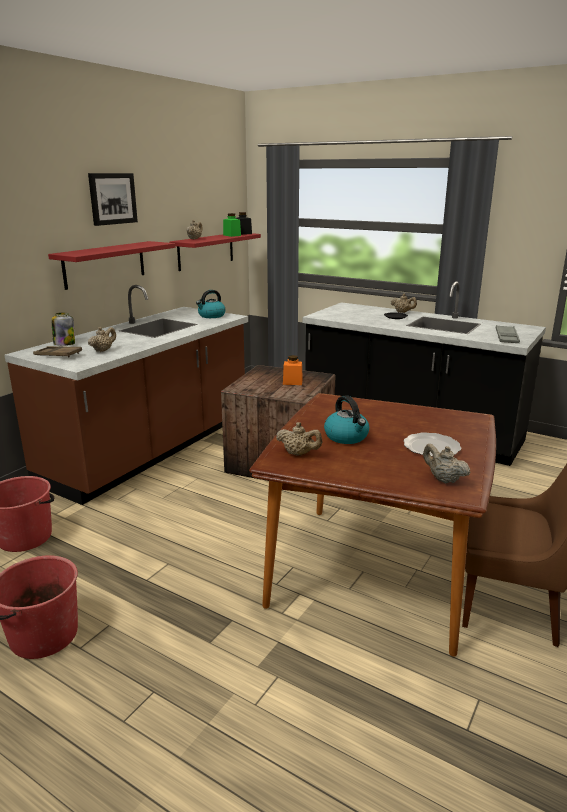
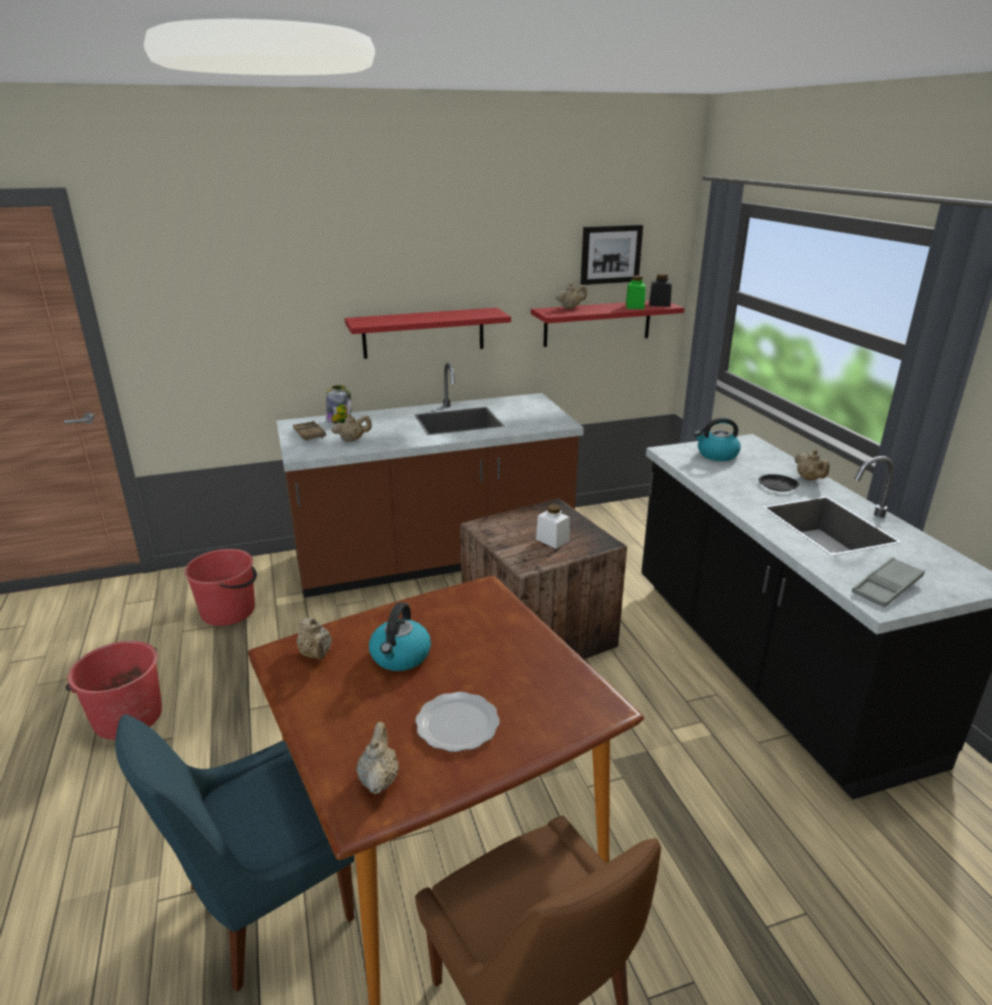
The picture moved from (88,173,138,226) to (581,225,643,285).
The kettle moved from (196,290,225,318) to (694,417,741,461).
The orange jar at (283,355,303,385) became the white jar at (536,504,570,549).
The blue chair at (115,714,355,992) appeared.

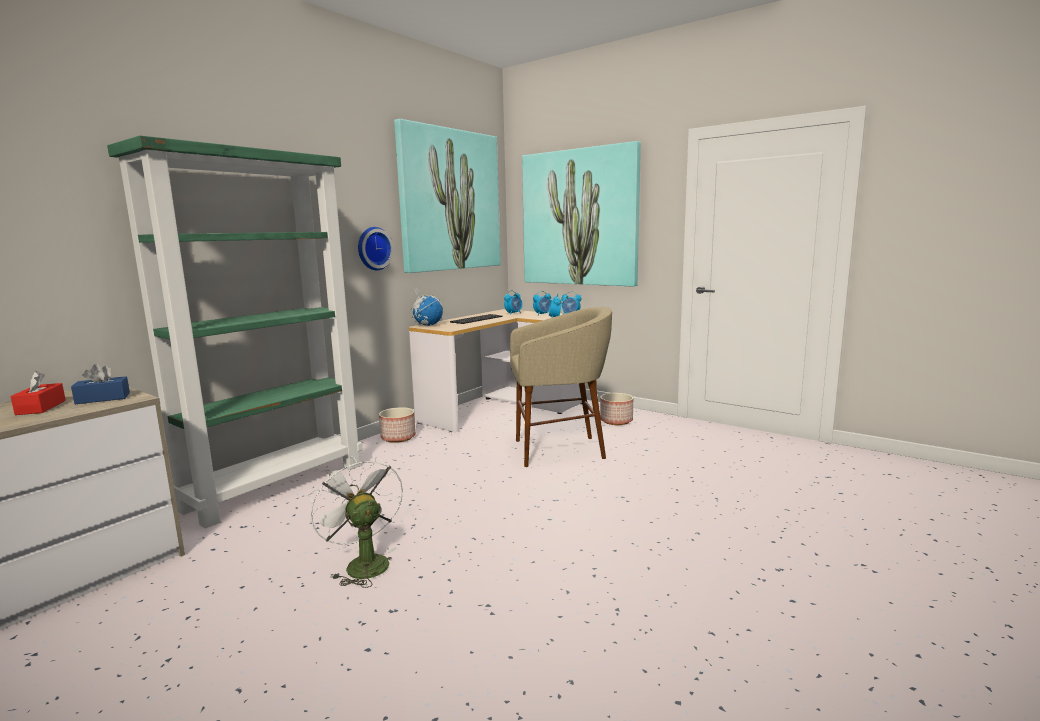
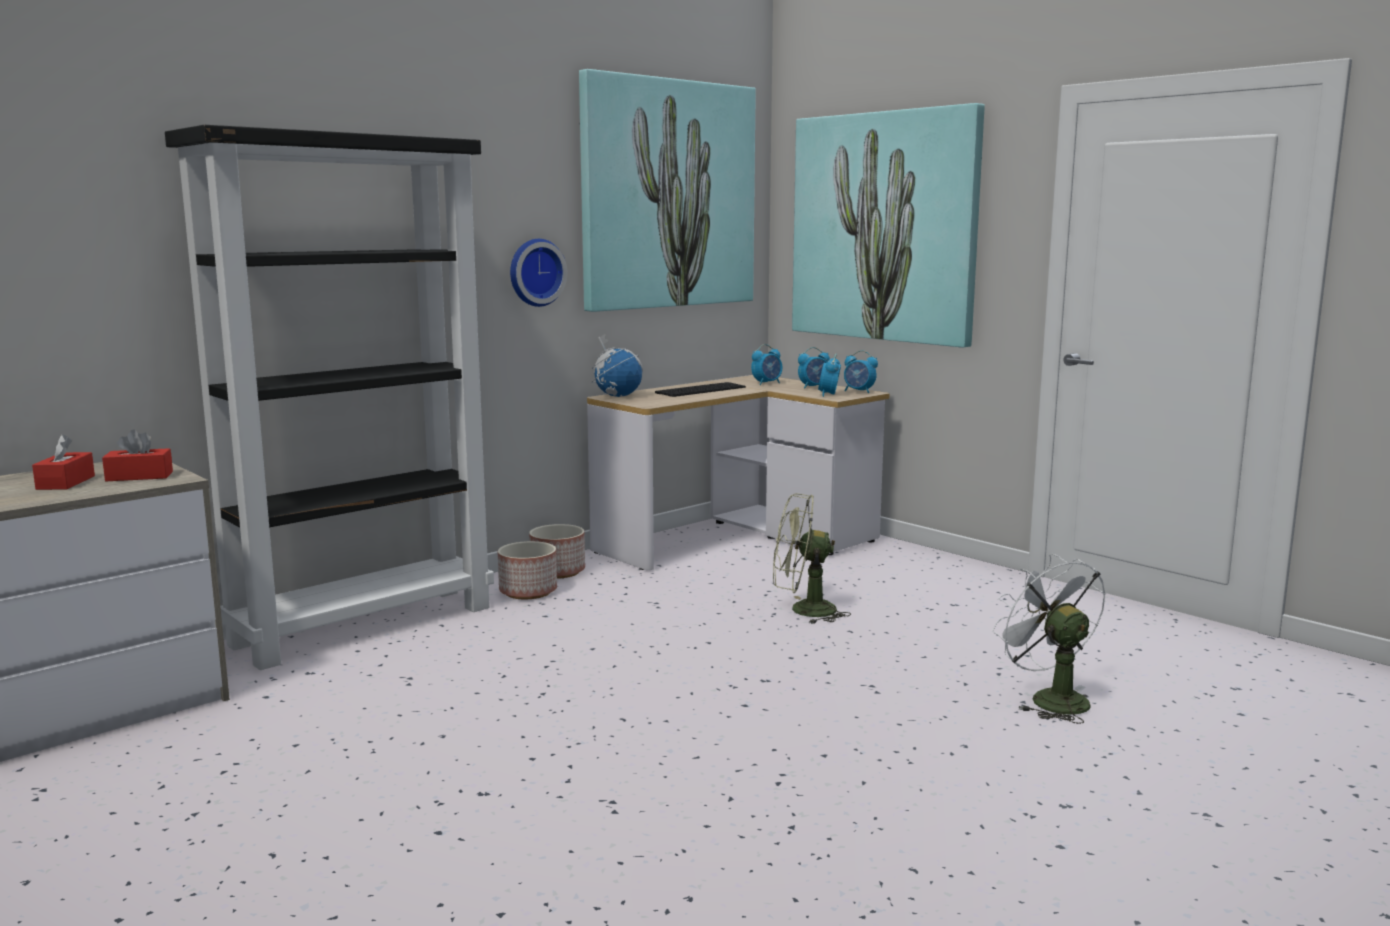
The blue tissue box at (71,364,130,404) became the red tissue box at (102,430,173,481).
The green bookcase at (107,136,363,528) became the black bookcase at (165,125,494,670).
The white fan moved from (308,456,403,588) to (992,554,1106,724).
The beige stool at (510,307,612,467) was replaced by the green fan at (773,493,851,624).
The planter moved from (600,393,633,425) to (498,541,557,599).

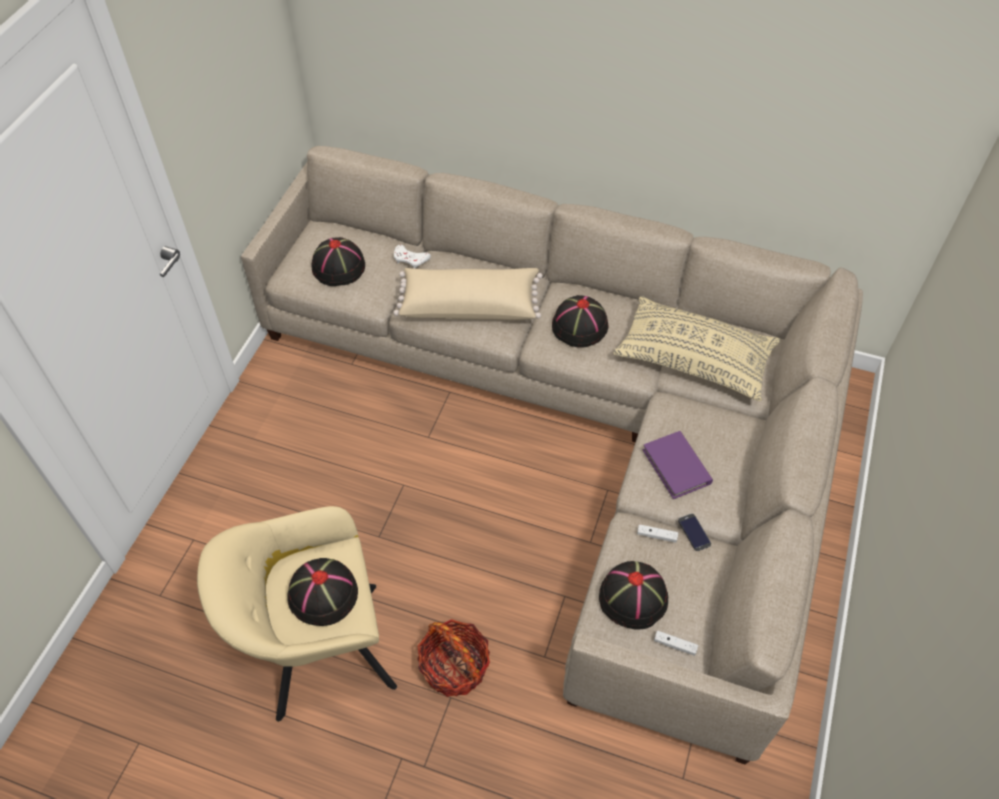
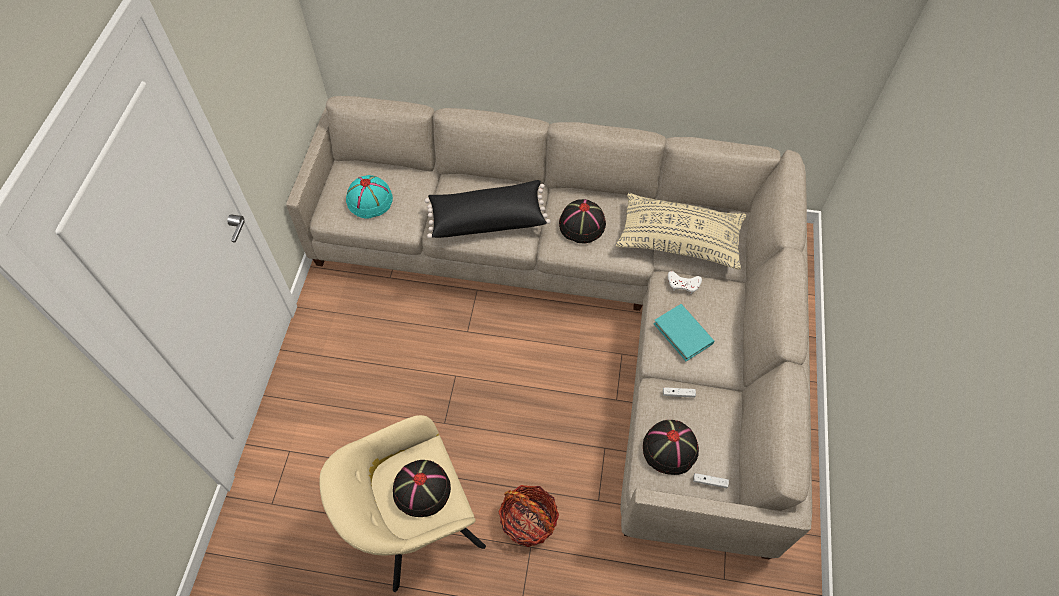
The black hat at (311,237,365,286) became the turquoise hat at (346,175,393,219).
The beige pillow at (393,268,543,320) became the black pillow at (425,180,551,239).
The white game controller moved from (394,245,431,269) to (668,271,702,294).
The purple book at (643,431,713,499) became the turquoise book at (654,304,714,361).
The phone at (678,514,711,551) disappeared.

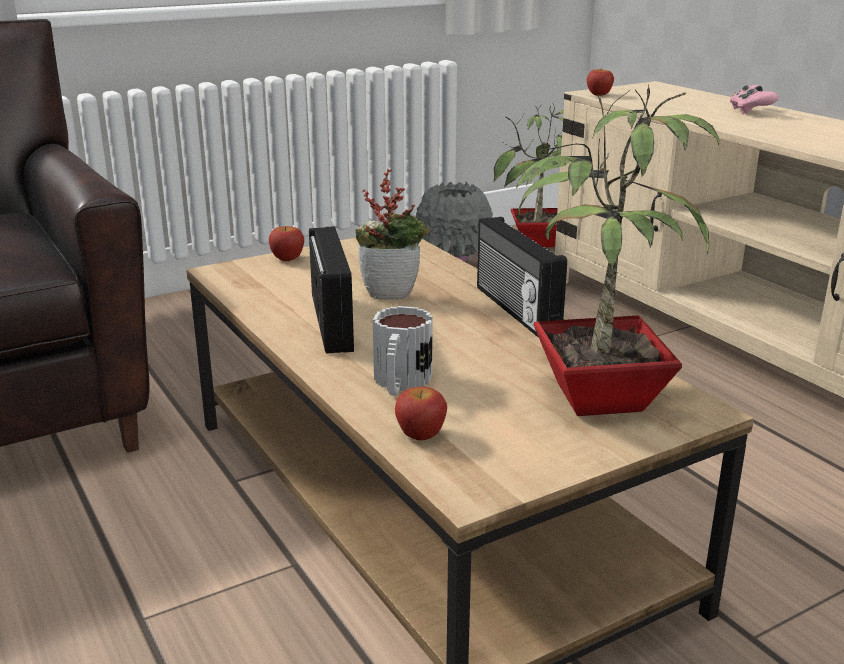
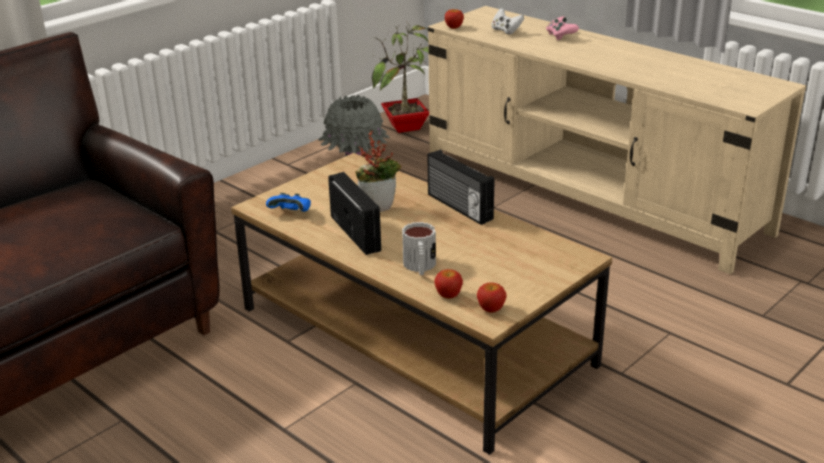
The apple moved from (269,226,304,261) to (477,283,507,313).
The potted plant at (516,84,720,416) disappeared.
The blue game controller at (266,193,311,212) appeared.
The white game controller at (492,8,524,35) appeared.

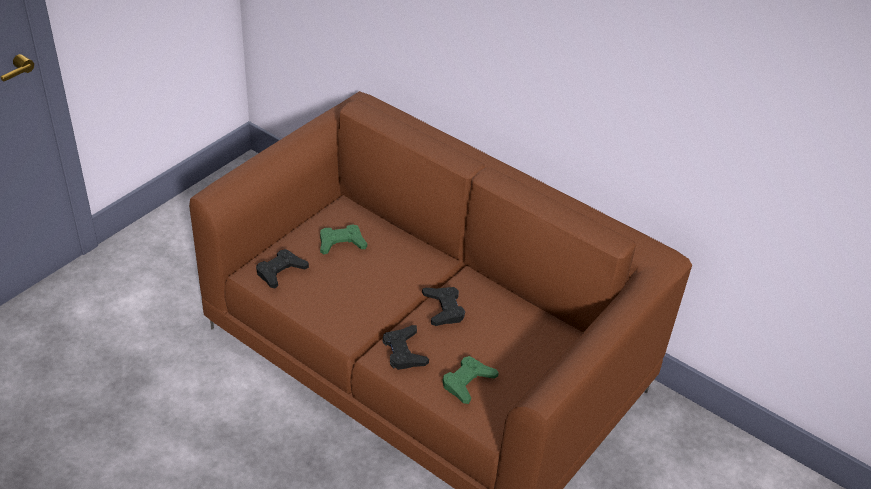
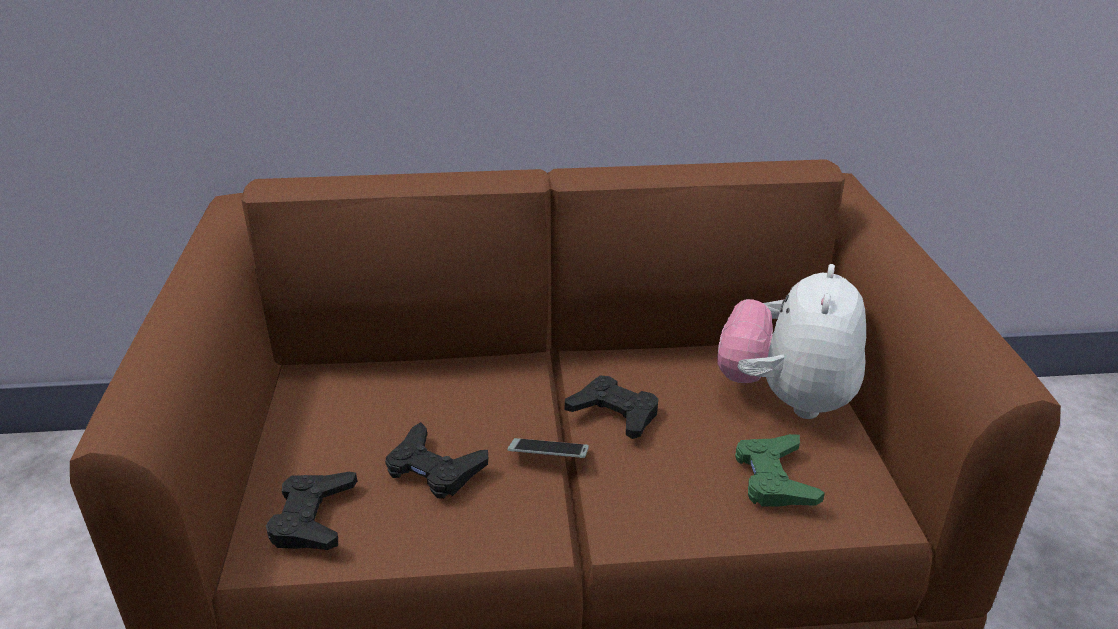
The green game controller at (320,224,367,255) disappeared.
The black game controller moved from (383,325,429,370) to (385,422,488,499).
The phone at (507,438,589,458) appeared.
The plush toy at (717,264,866,419) appeared.

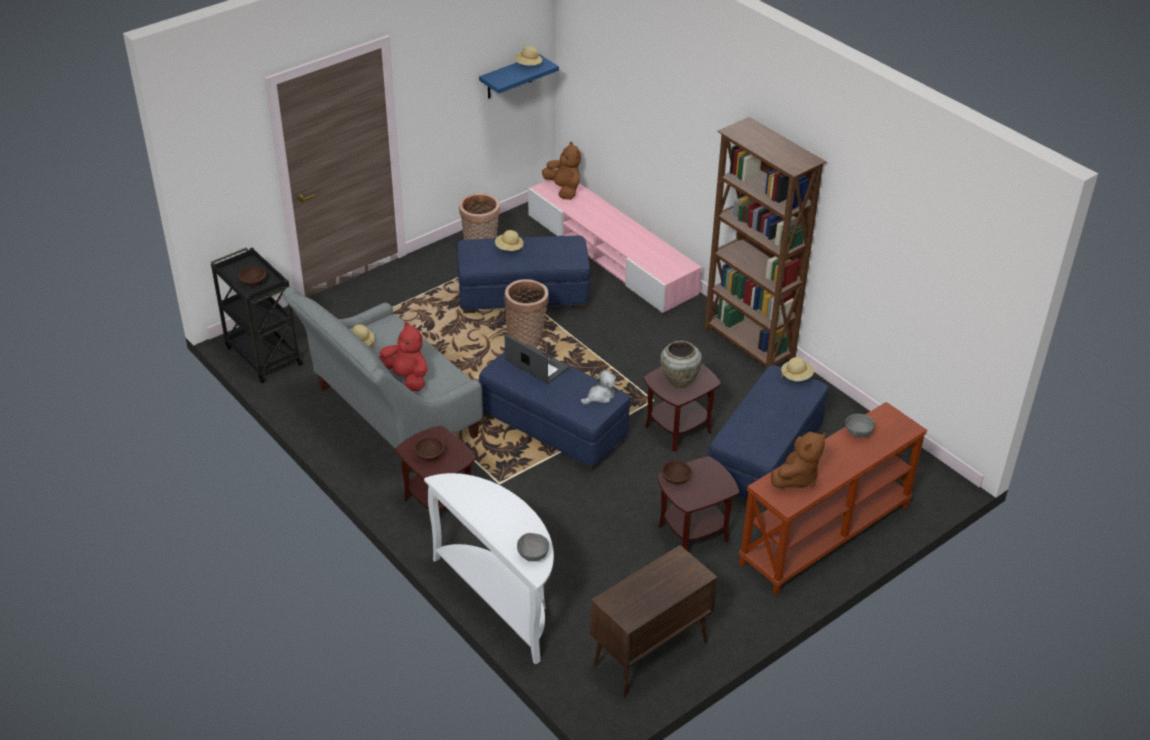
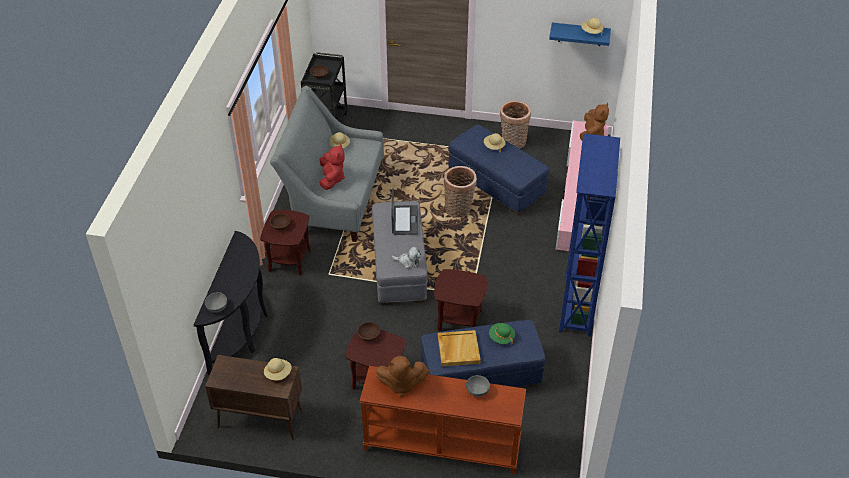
The white console table at (424,473,554,664) became the black console table at (194,231,268,375).
The blue ottoman at (479,351,631,470) became the grey ottoman at (372,201,428,305).
The beige vase at (660,341,702,388) disappeared.
The brown bookcase at (704,117,826,370) became the blue bookcase at (559,133,620,337).
The beige hat moved from (781,357,814,381) to (264,358,292,380).
The beige tray at (438,330,481,366) appeared.
The green hat at (489,323,515,345) appeared.

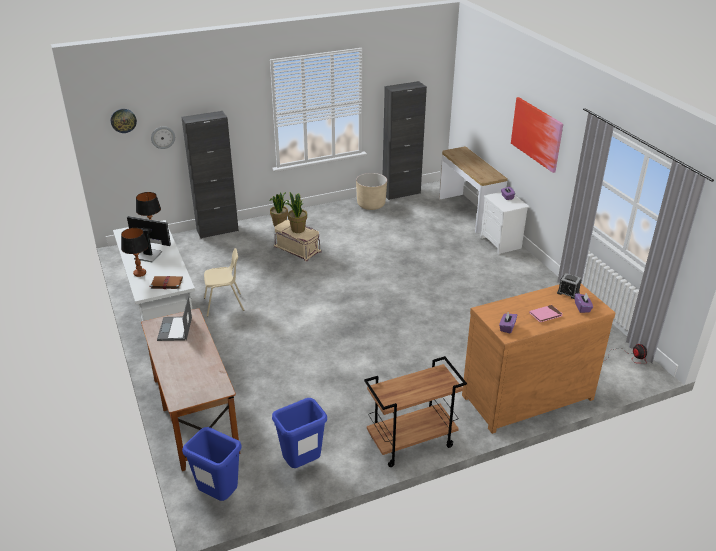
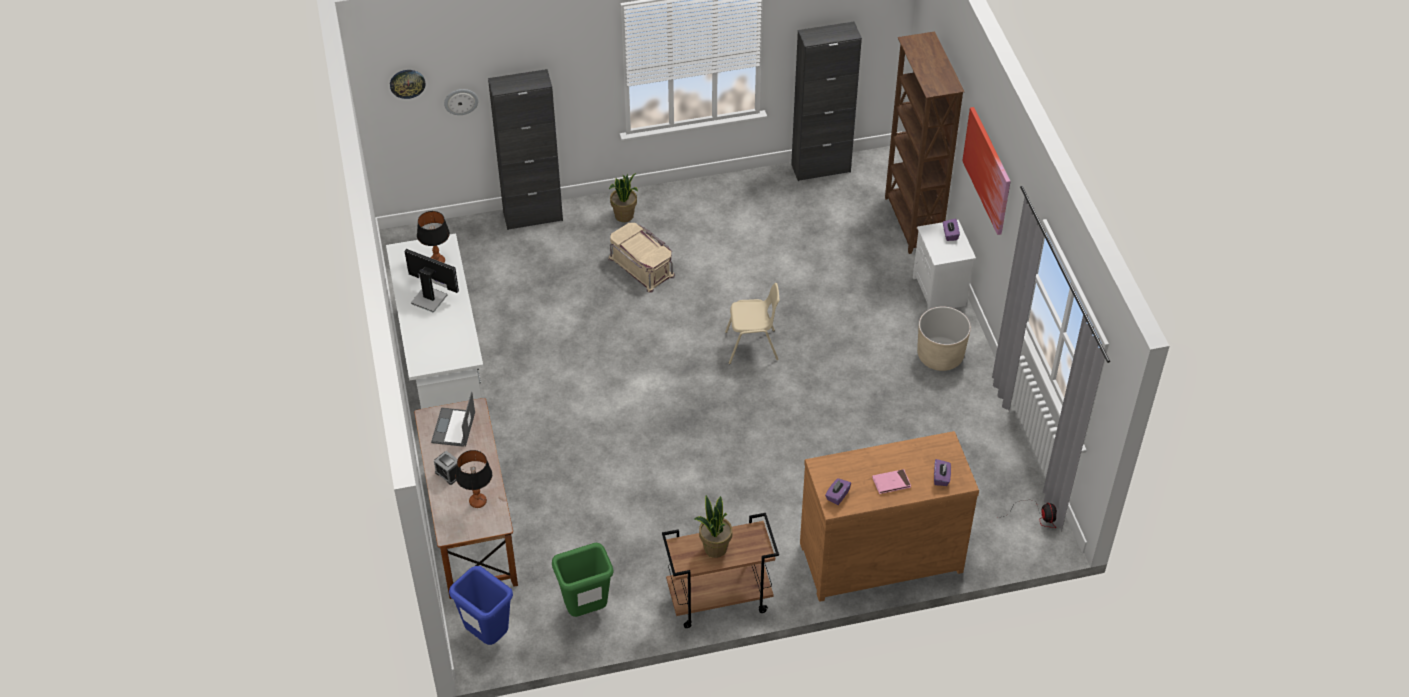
The table lamp moved from (121,228,149,277) to (456,450,492,508).
The brown book at (150,276,183,289) disappeared.
The beige chair moved from (204,248,244,317) to (725,283,780,364).
The blue trash can at (272,398,327,468) became the green trash can at (552,543,614,617).
The potted plant moved from (285,192,307,233) to (695,495,732,558).
The beige planter moved from (356,173,387,210) to (917,307,971,371).
The console table at (439,146,508,233) was replaced by the brown bookcase at (885,31,964,254).
The alarm clock moved from (557,273,581,299) to (434,451,461,485).

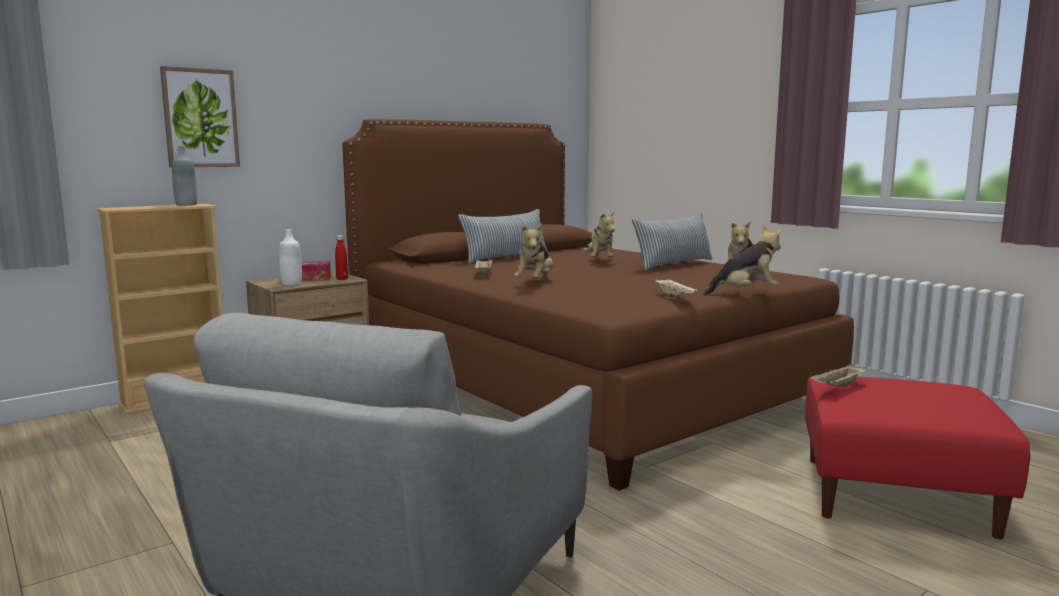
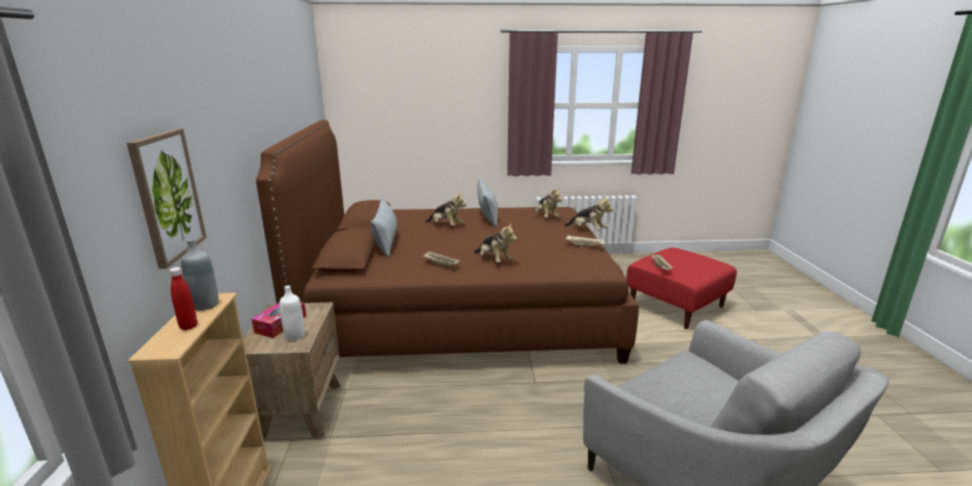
The red bottle moved from (335,235,348,280) to (169,267,198,330).
The plush toy at (704,226,783,295) turned 105 degrees clockwise.

